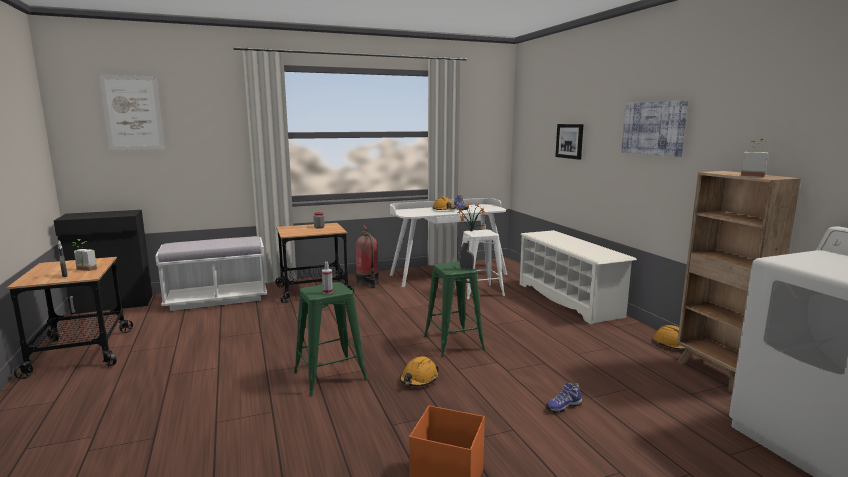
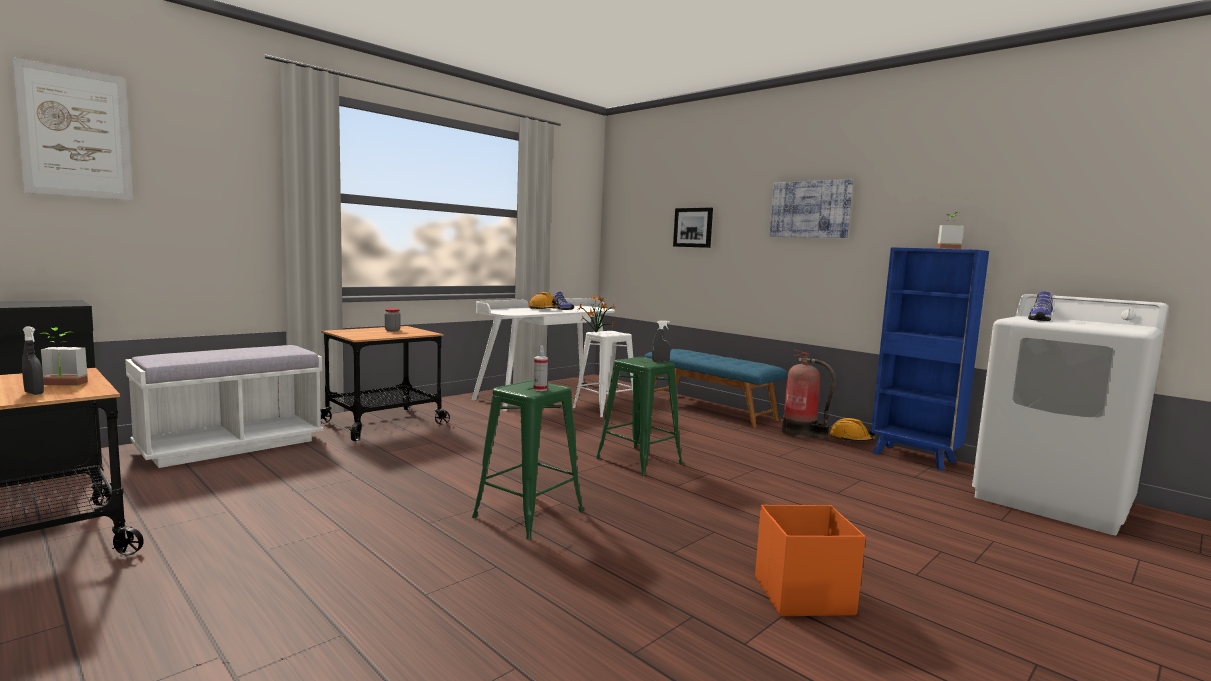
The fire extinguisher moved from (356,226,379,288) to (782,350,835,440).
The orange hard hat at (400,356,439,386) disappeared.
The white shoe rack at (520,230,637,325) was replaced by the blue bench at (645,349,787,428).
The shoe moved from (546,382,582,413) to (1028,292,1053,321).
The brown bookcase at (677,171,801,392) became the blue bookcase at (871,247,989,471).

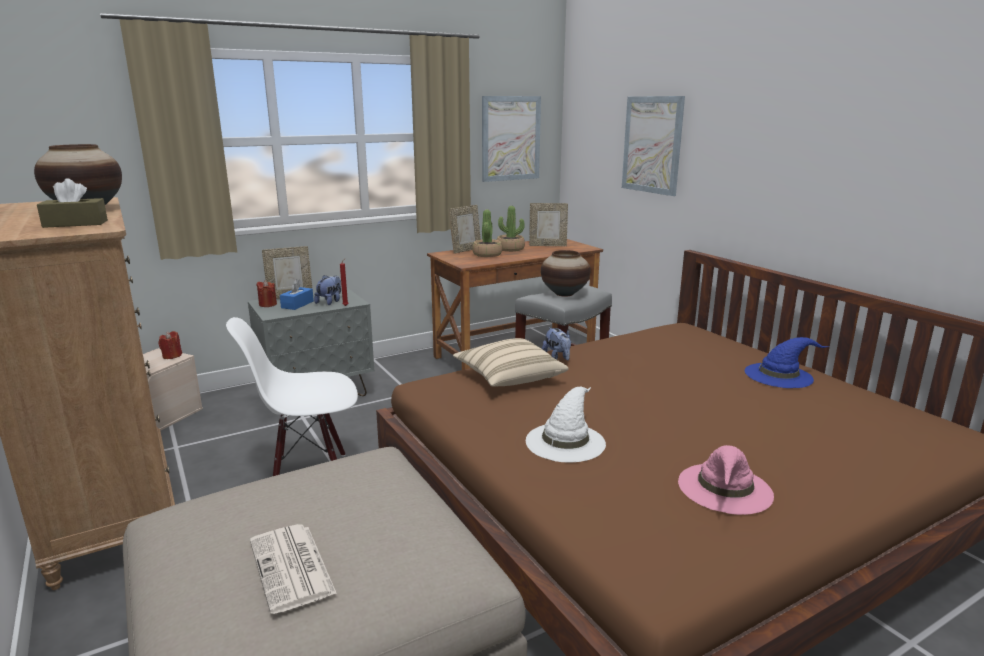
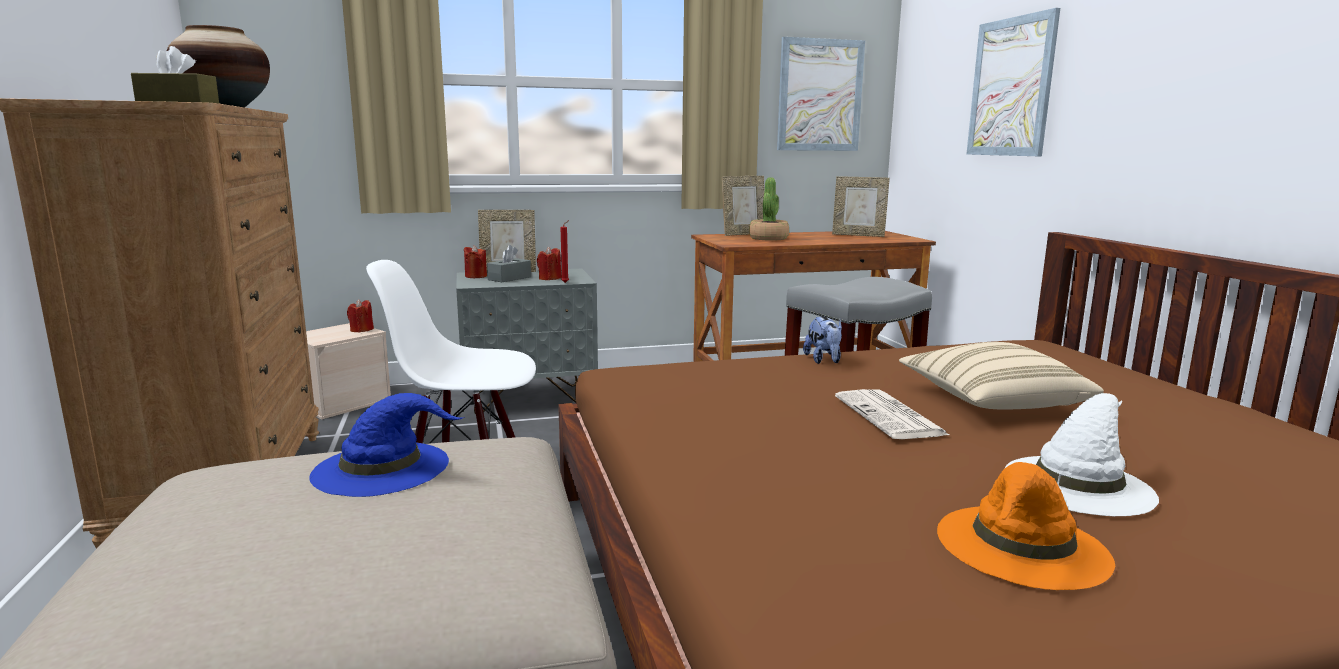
The newspaper moved from (250,524,337,614) to (835,389,951,439).
The blue tissue box at (280,279,314,310) became the grey tissue box at (487,245,531,282).
The plush toy at (314,275,341,305) was replaced by the red candle at (537,247,562,280).
The beige pillow moved from (453,338,568,386) to (899,342,1104,410).
The potted plant at (497,206,525,252) disappeared.
The white hat moved from (526,387,606,462) to (1004,393,1159,516).
The vase at (541,250,591,296) disappeared.
The pink hat at (678,445,774,515) became the orange hat at (937,462,1115,590).
The blue hat moved from (745,337,829,388) to (309,393,465,497).

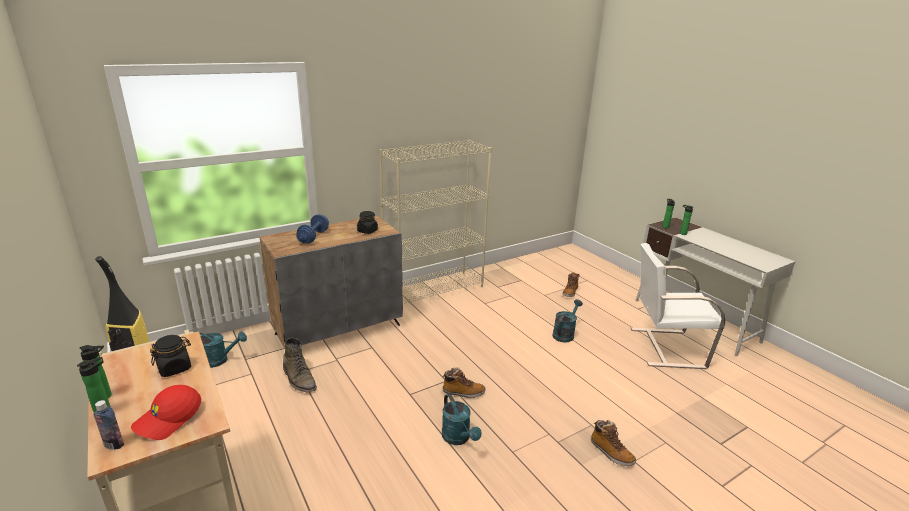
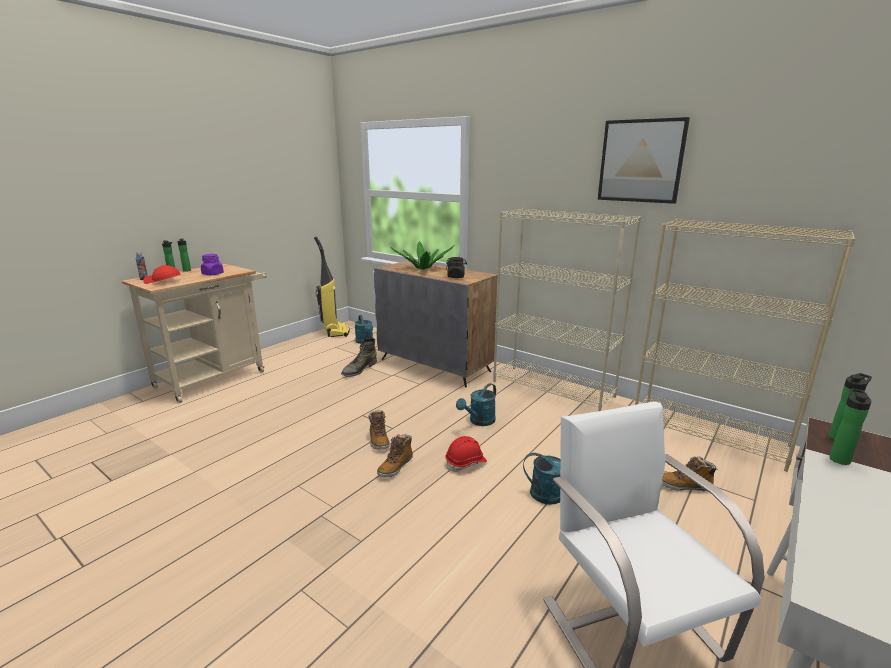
The black jar at (150,335,191,377) became the purple jar at (201,254,224,275).
The blue dumbbell at (296,215,329,243) was replaced by the potted plant at (390,241,454,270).
The turquoise watering can moved from (442,394,482,445) to (456,383,496,426).
The boot moved from (591,420,636,466) to (377,434,413,478).
The red hard hat at (445,436,487,472) appeared.
The picture at (598,117,690,204) appeared.
The beige bookcase at (635,219,856,472) appeared.

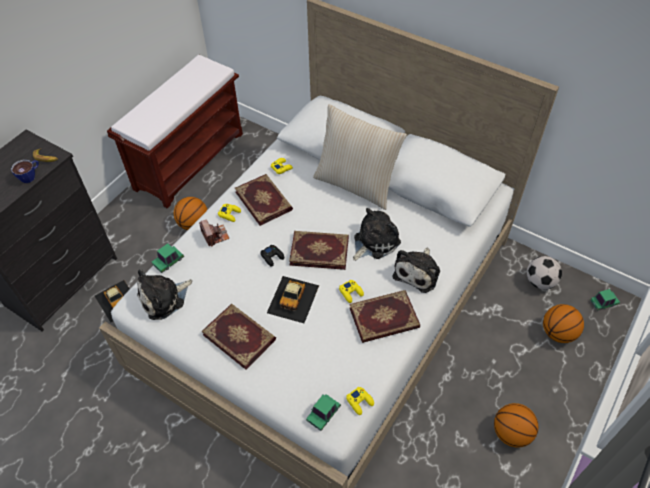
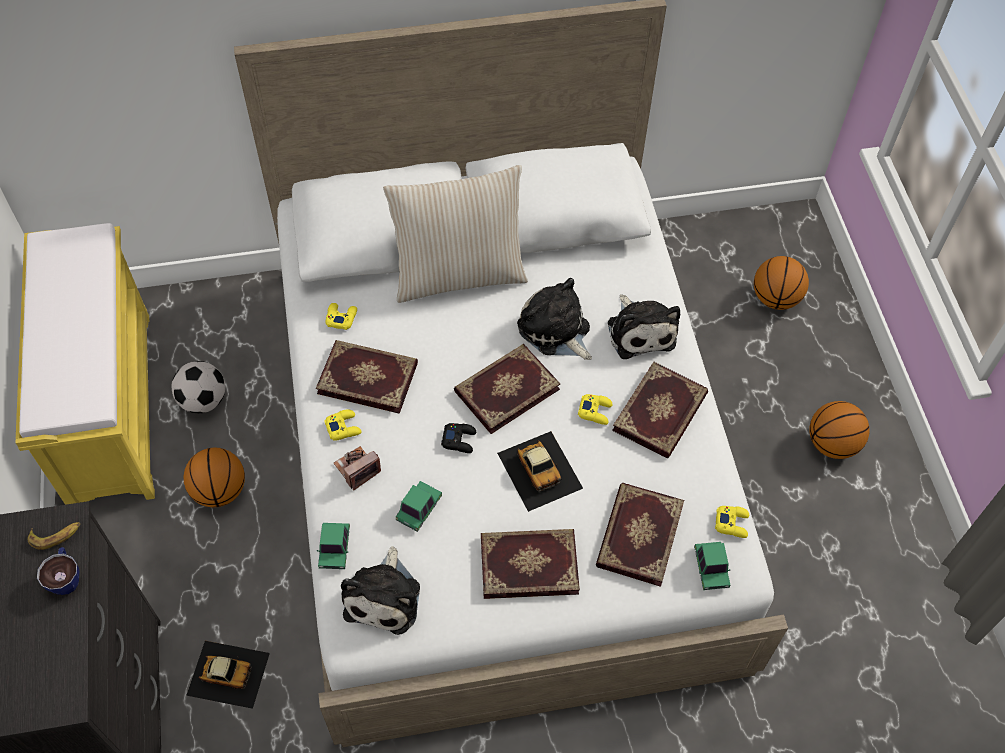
The brown bench at (107,55,243,208) became the yellow bench at (16,223,155,505).
The photo camera at (199,219,229,246) turned 60 degrees counterclockwise.
The plush toy at (353,208,401,261) turned 45 degrees counterclockwise.
The football moved from (527,256,562,290) to (172,361,225,413).
The toy car moved from (590,289,620,311) to (396,481,442,532).
The book at (596,483,684,587) appeared.

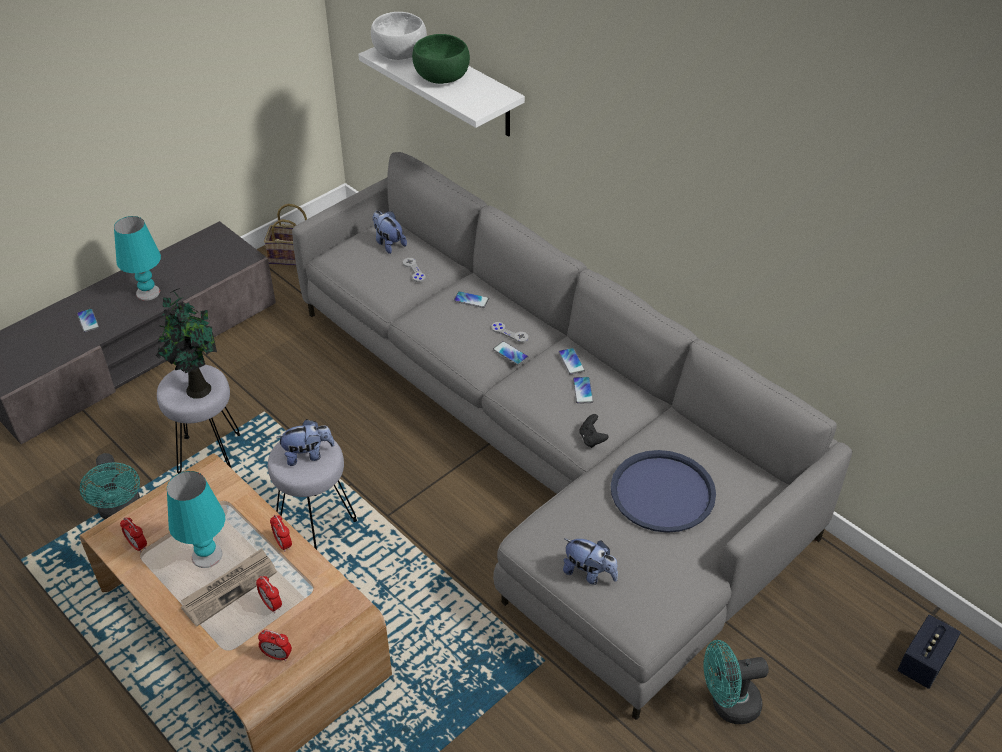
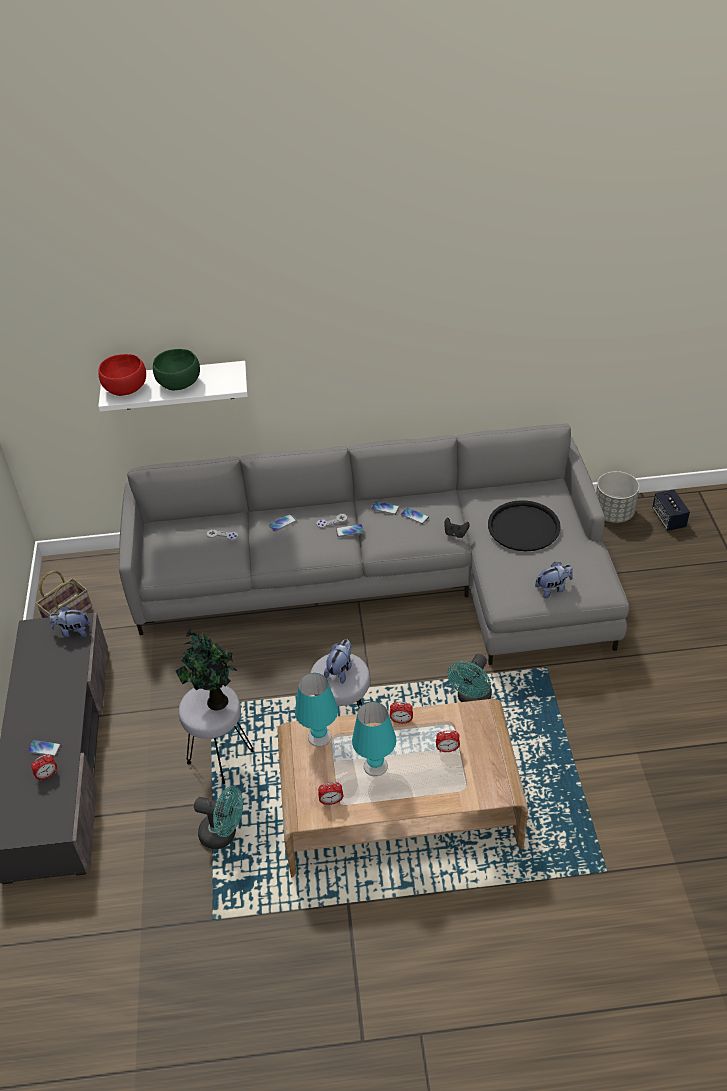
The turquoise table lamp moved from (114,216,161,301) to (295,673,338,747).
The newspaper at (181,548,277,627) disappeared.
The alarm clock moved from (258,630,292,661) to (31,755,57,781).
The white bowl at (371,12,427,60) became the red bowl at (98,354,146,396).
The plush toy moved from (372,211,407,254) to (49,606,90,637).
The blue tray at (611,450,716,533) became the black tray at (488,500,561,551).
The turquoise fan moved from (703,640,769,724) to (447,654,492,702).
The grey planter at (596,471,639,523) appeared.

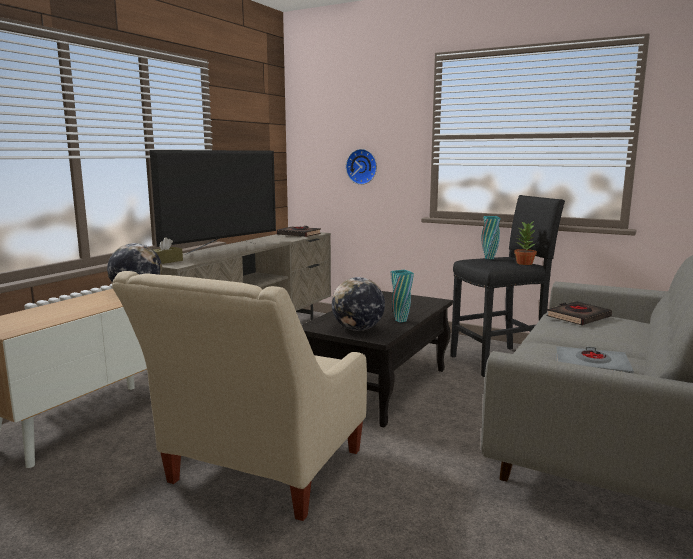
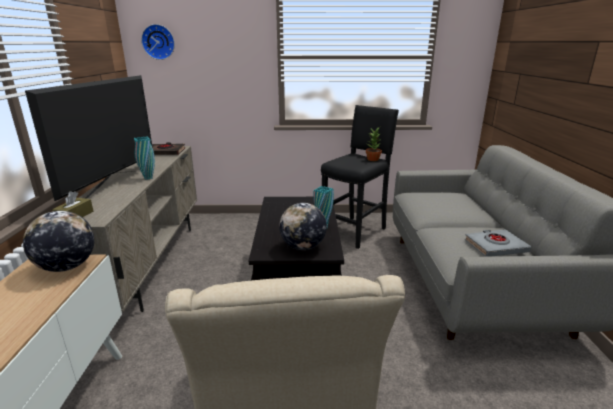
The wall clock moved from (346,149,377,185) to (141,24,175,60).
The turquoise vase moved from (482,216,501,259) to (134,137,155,180).
The black book at (546,301,612,325) disappeared.

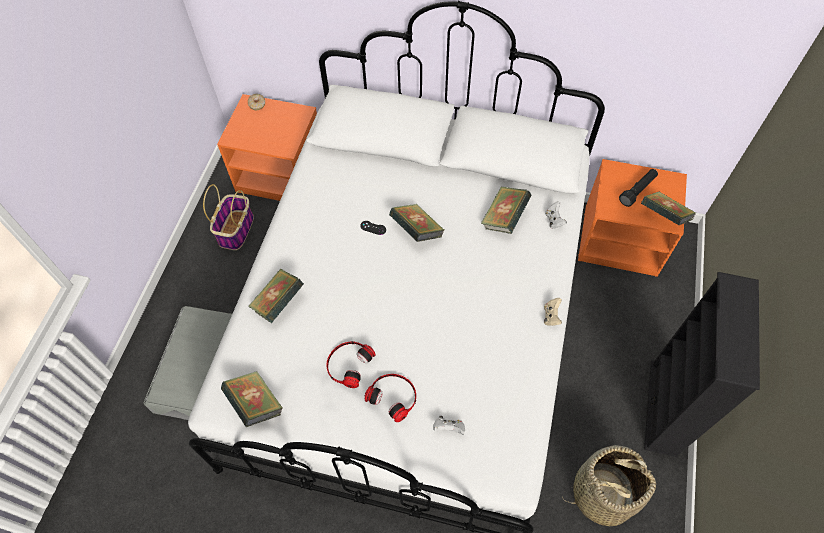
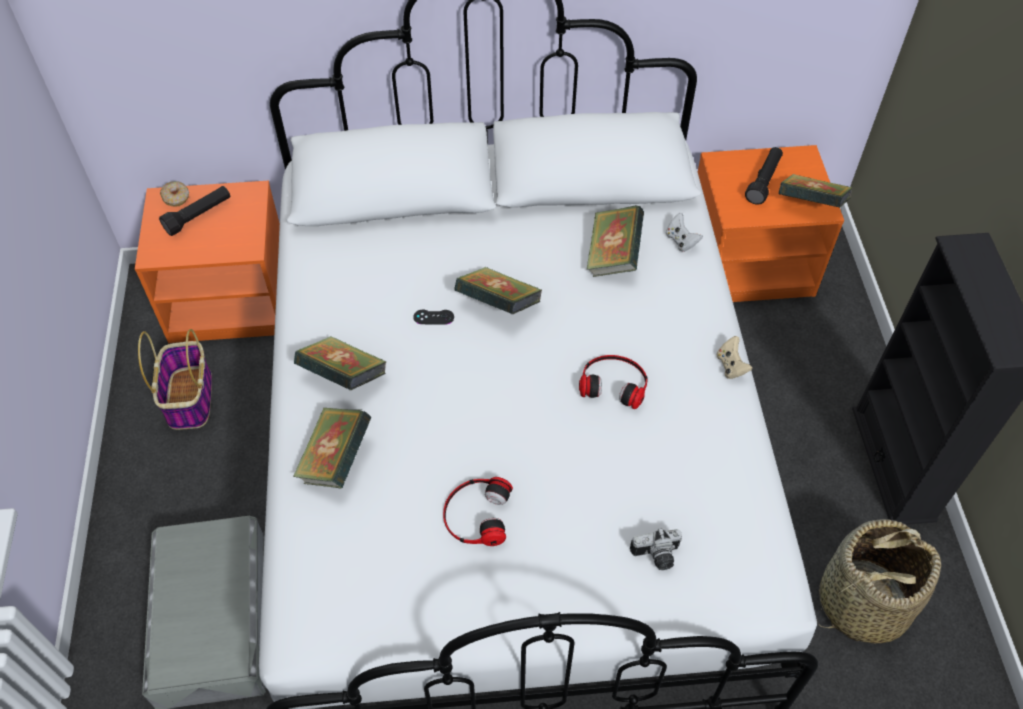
The book moved from (221,371,282,427) to (294,336,387,390).
The headphones moved from (365,374,416,422) to (579,355,648,409).
The white game controller at (433,416,465,435) was replaced by the photo camera at (630,528,682,570).
The black flashlight at (159,186,230,236) appeared.

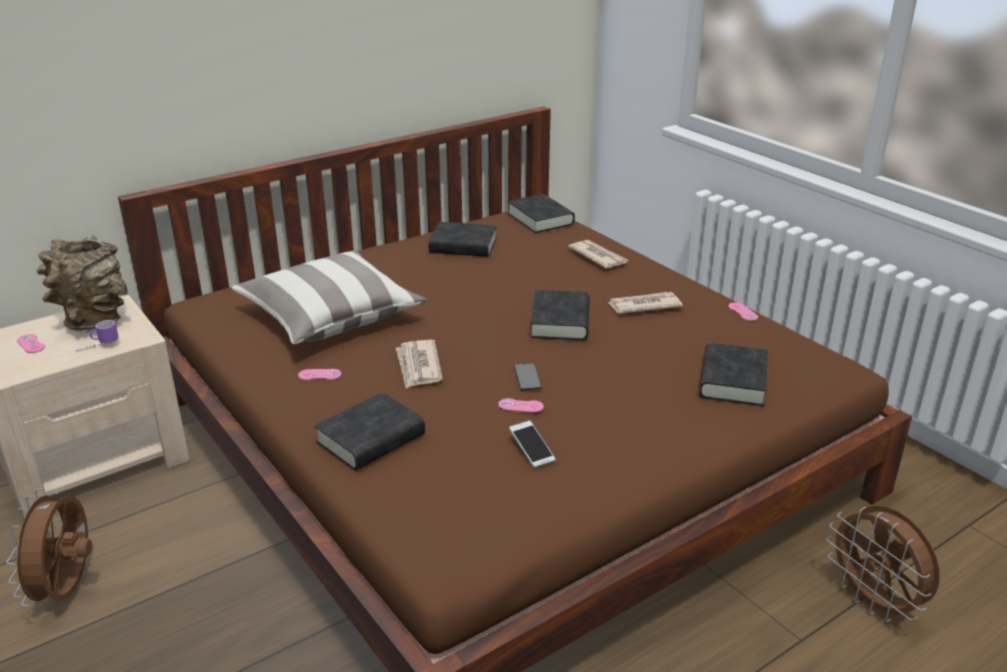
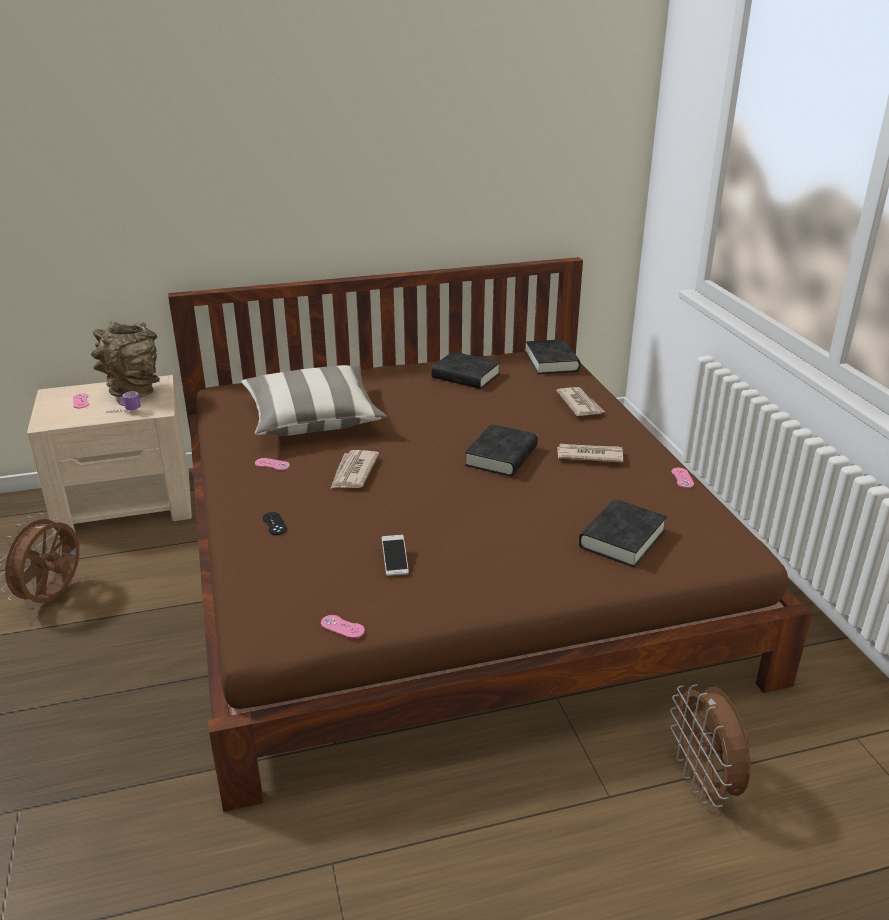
The black book at (314,392,425,470) was replaced by the black game controller at (263,512,287,535).
The pink game controller moved from (498,398,544,413) to (321,615,365,638).
The phone at (514,363,541,390) disappeared.

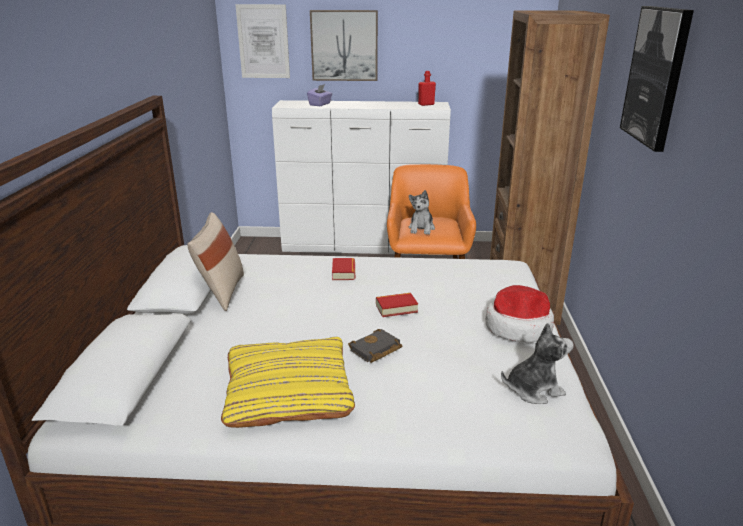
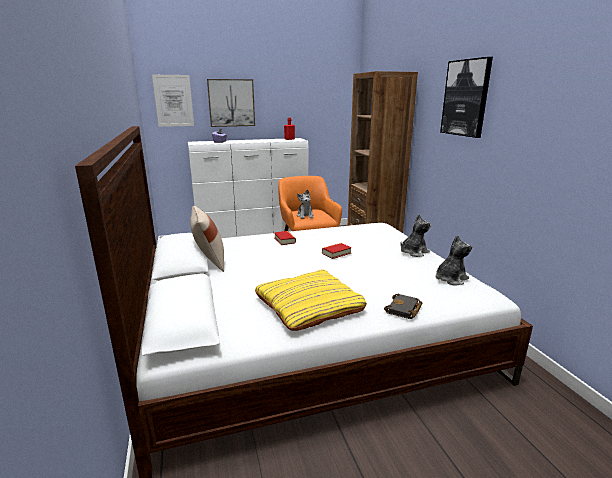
The black book moved from (348,329,402,363) to (384,293,422,319).
The hat at (485,285,554,342) was replaced by the plush toy at (400,214,431,257).

